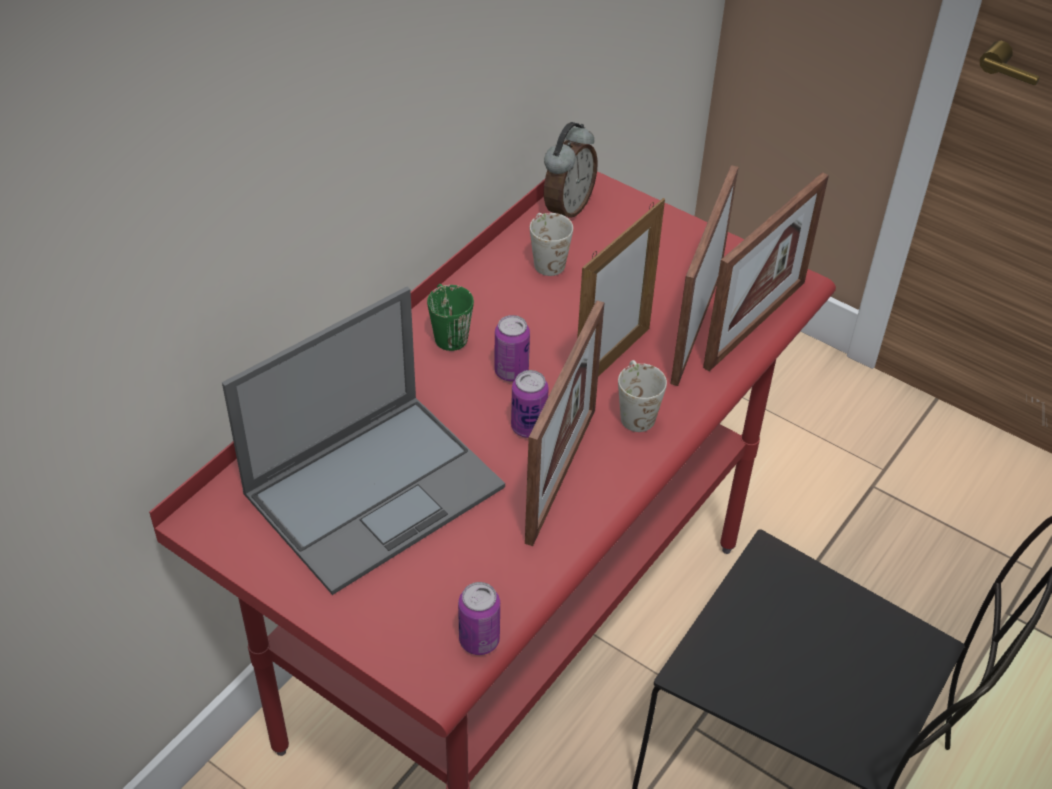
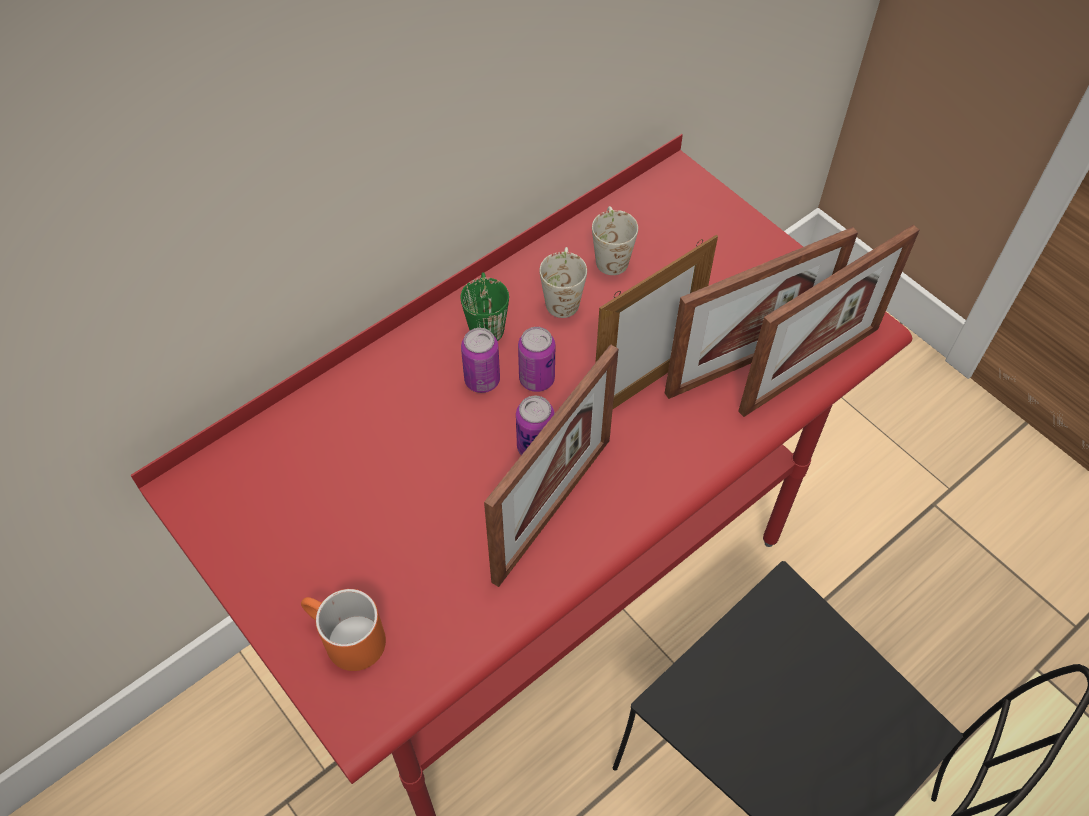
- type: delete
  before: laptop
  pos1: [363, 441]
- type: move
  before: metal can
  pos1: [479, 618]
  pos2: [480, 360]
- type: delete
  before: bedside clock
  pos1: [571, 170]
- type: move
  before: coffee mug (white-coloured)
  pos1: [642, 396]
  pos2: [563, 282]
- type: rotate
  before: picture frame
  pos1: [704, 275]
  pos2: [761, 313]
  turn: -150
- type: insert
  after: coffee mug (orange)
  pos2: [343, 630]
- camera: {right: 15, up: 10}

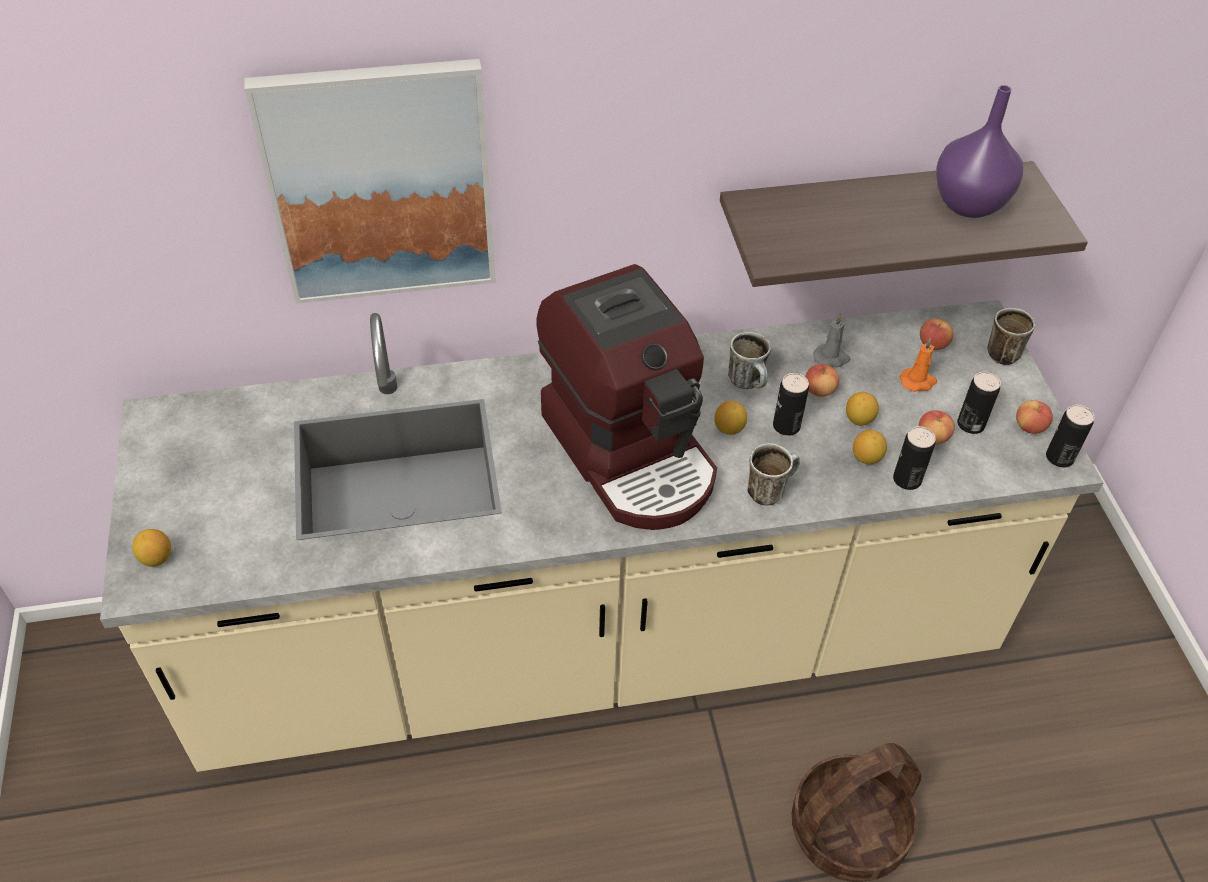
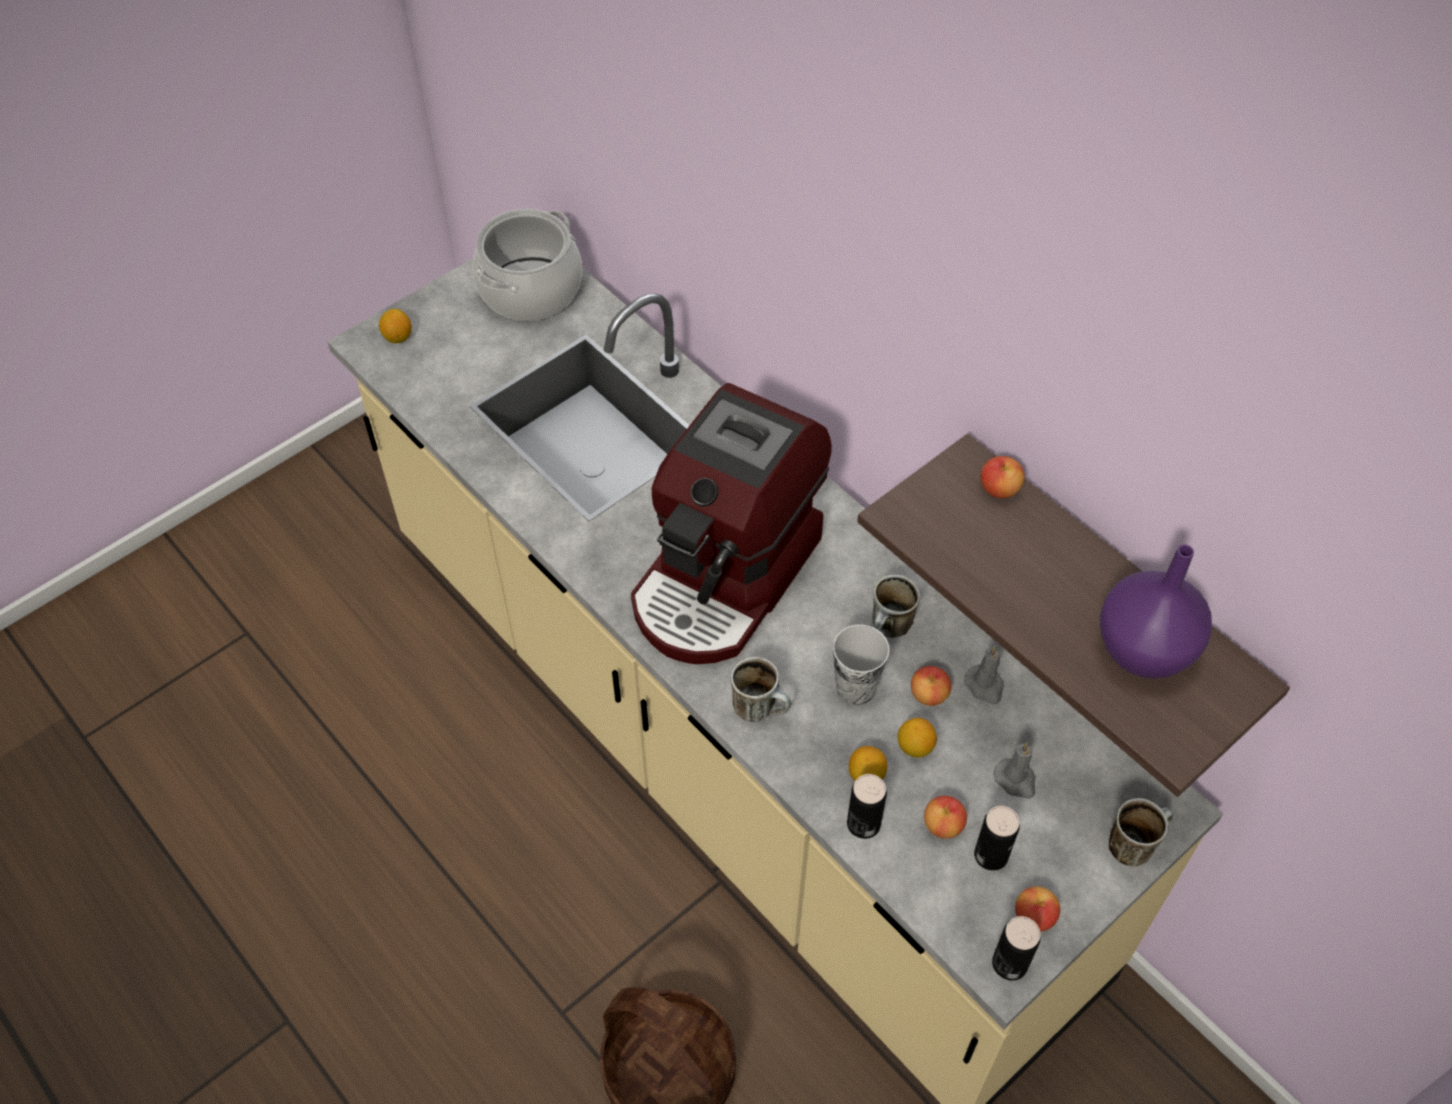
- type: delete
  before: wall picture
  pos1: [370, 181]
- type: delete
  before: lemon
  pos1: [730, 418]
- type: replace
  before: metal can
  after: small cup
  pos1: [791, 404]
  pos2: [861, 665]
- type: recolor
  before: wax candle (orange)
  after: wax candle (greyish)
  pos1: [918, 365]
  pos2: [1015, 770]
- type: move
  before: whole apple
  pos1: [937, 334]
  pos2: [1002, 477]
- type: insert
  after: stockpot
  pos2: [527, 265]
- camera: {right: 60, up: 5}

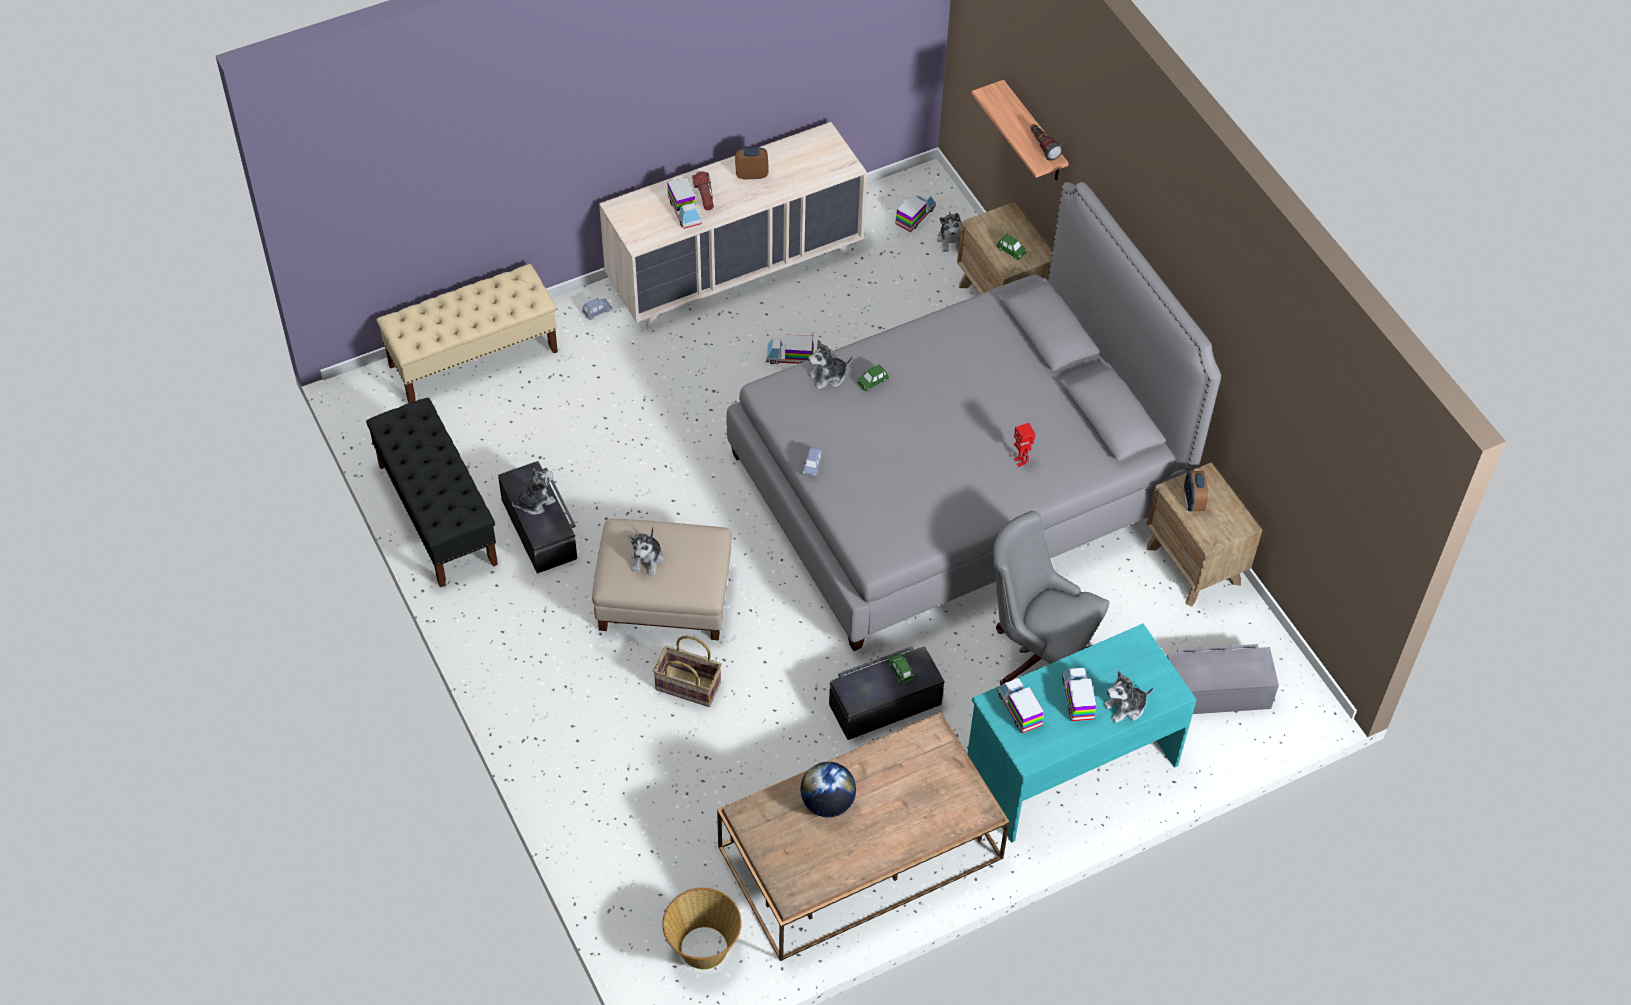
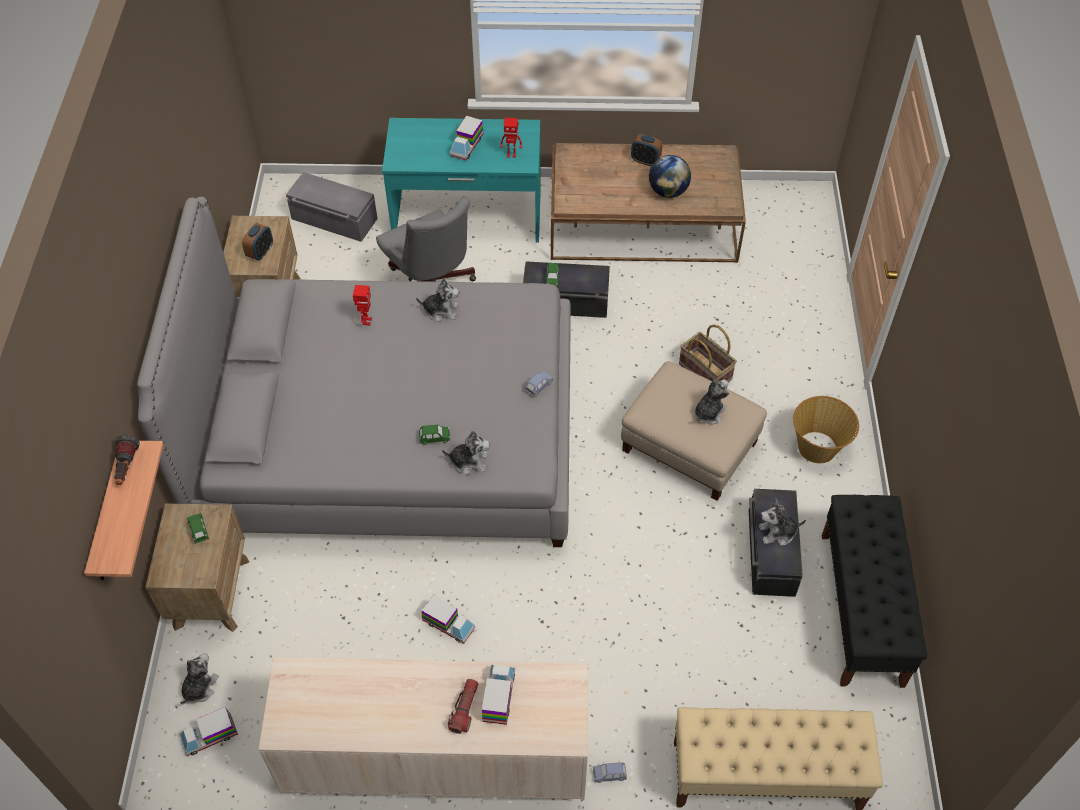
- type: move
  before: storage basket
  pos1: [702, 928]
  pos2: [826, 429]
- type: move
  before: bedside clock
  pos1: [751, 164]
  pos2: [646, 150]
- type: replace
  before: toy lorry
  after: model robot
  pos1: [1020, 705]
  pos2: [511, 138]
- type: move
  before: soft toy
  pos1: [1128, 696]
  pos2: [437, 300]
- camera: {right: -150, up: 0}

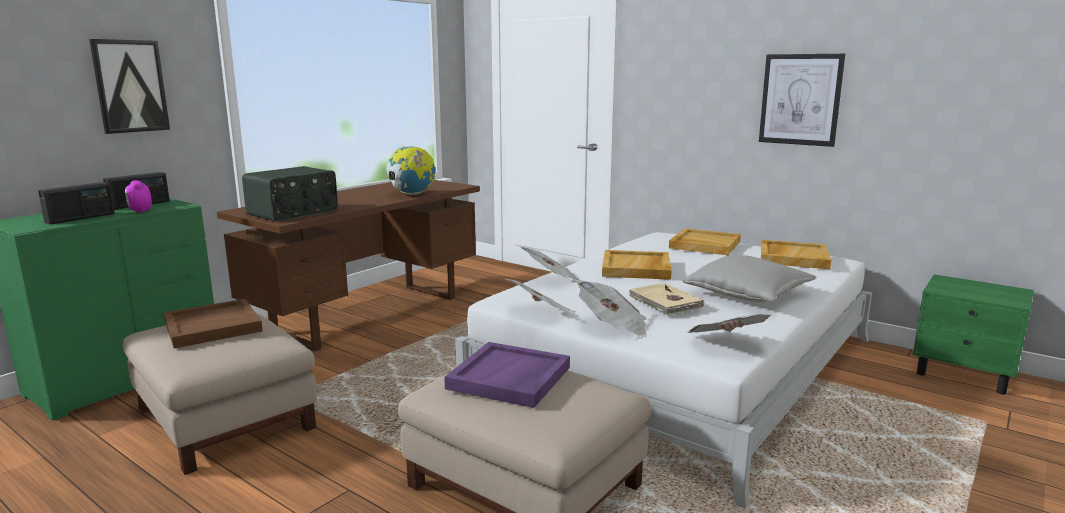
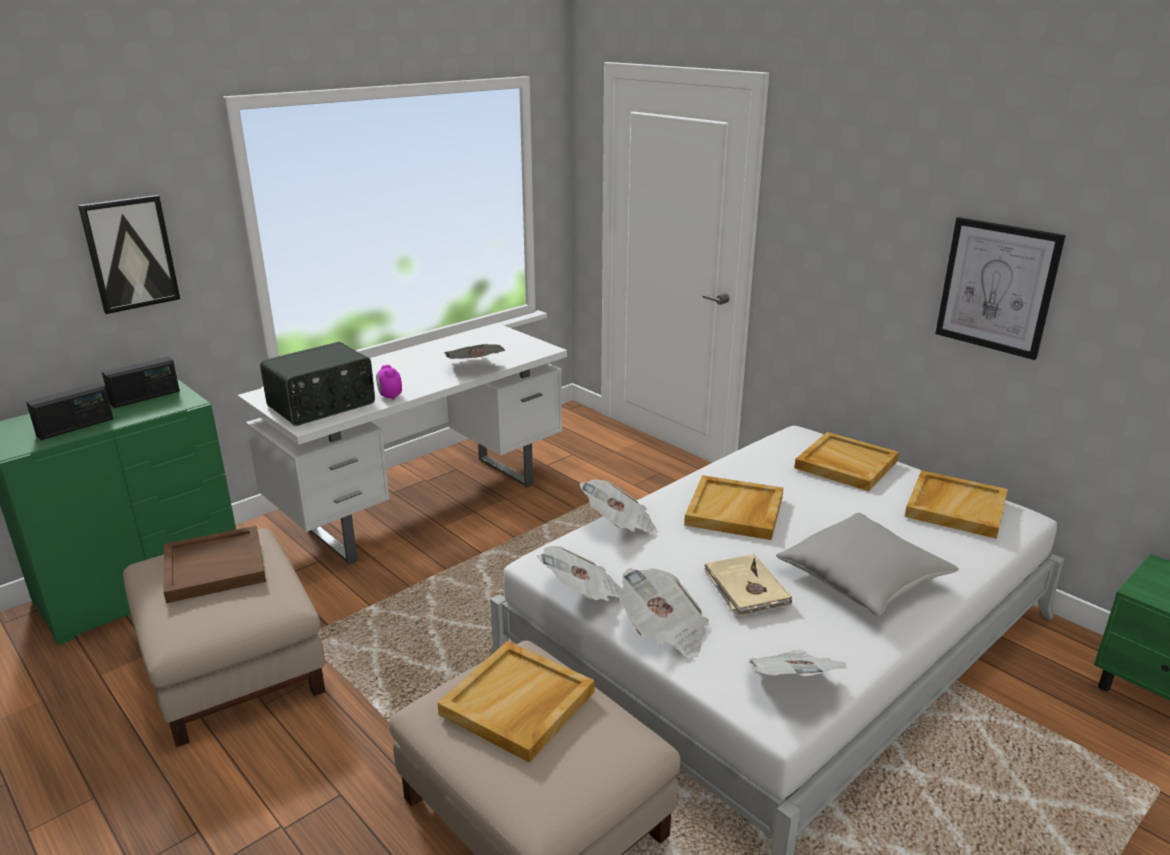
- type: move
  before: bedside clock
  pos1: [138, 196]
  pos2: [389, 382]
- type: recolor
  before: desk unit (brown-coloured)
  after: desk unit (white-coloured)
  pos1: [348, 266]
  pos2: [402, 443]
- type: replace
  before: desk globe
  after: newspaper
  pos1: [411, 170]
  pos2: [474, 351]
- type: recolor
  before: tray (purplish)
  after: tray (sand-coloured)
  pos1: [507, 375]
  pos2: [516, 702]
- camera: {right: 10, up: 10}

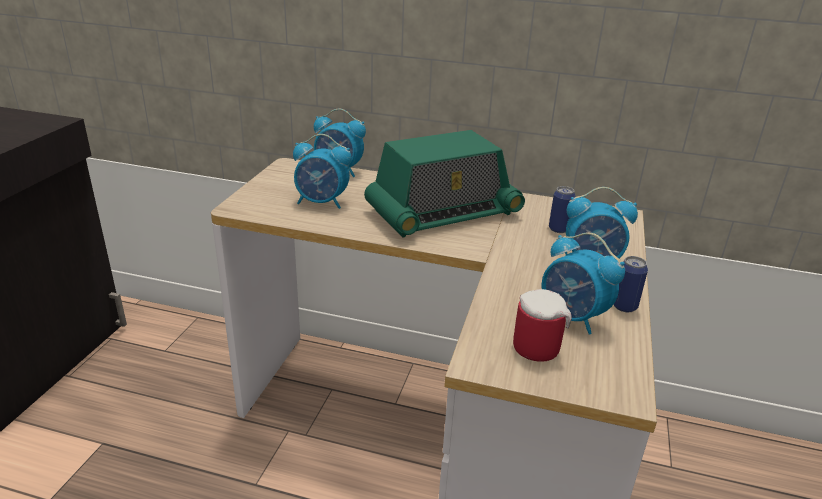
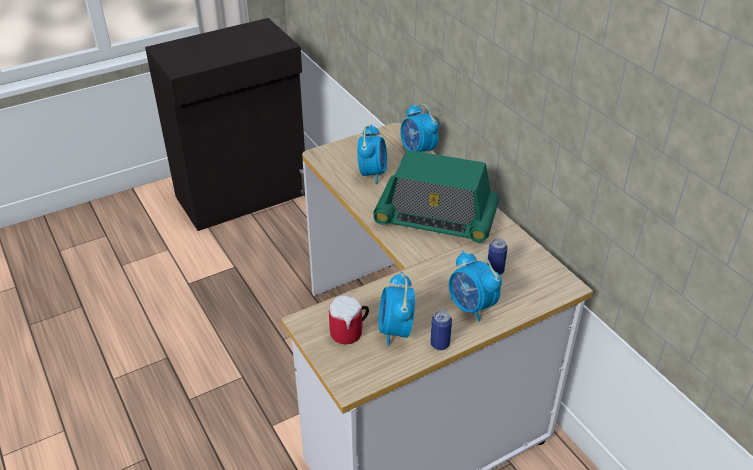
- type: rotate
  before: bedside clock
  pos1: [322, 171]
  pos2: [372, 154]
  turn: -135
- camera: {right: 45, up: 10}

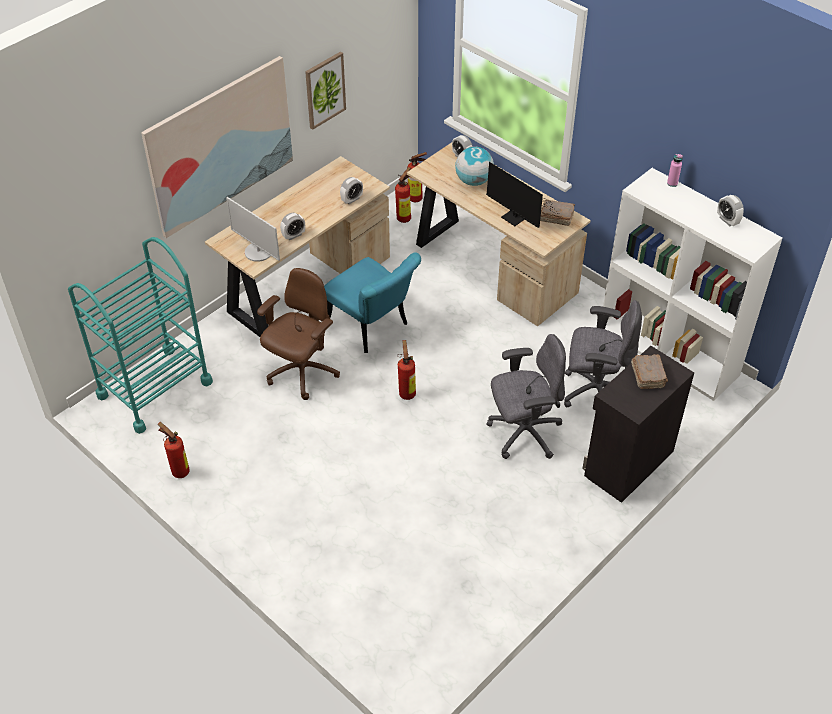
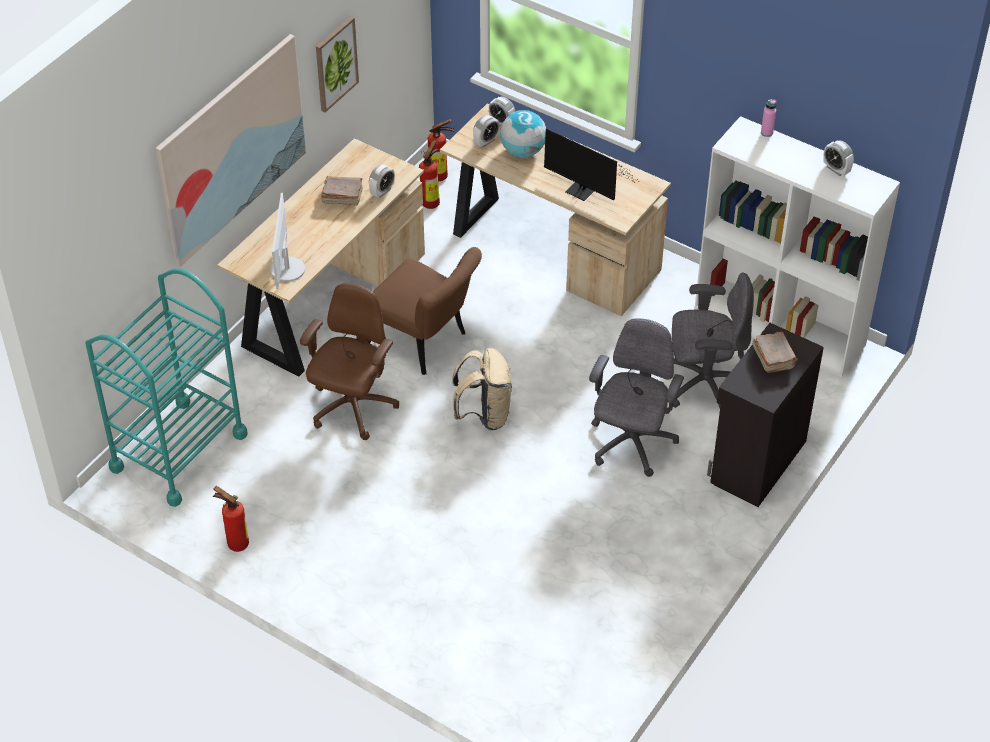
- type: rotate
  before: computer display
  pos1: [253, 229]
  pos2: [287, 241]
  turn: 60
- type: move
  before: bedside clock
  pos1: [292, 226]
  pos2: [486, 131]
- type: recolor
  before: plain chair (turquoise)
  after: plain chair (brown-coloured)
  pos1: [372, 302]
  pos2: [425, 311]
- type: replace
  before: fire-fighting cylinder
  after: knapsack (sand-coloured)
  pos1: [407, 370]
  pos2: [482, 389]
- type: rotate
  before: computer chair (greyish)
  pos1: [526, 396]
  pos2: [636, 398]
  turn: -45
- type: move
  before: bound book (brown-coloured)
  pos1: [557, 212]
  pos2: [342, 190]
- camera: {right: -10, up: 0}

